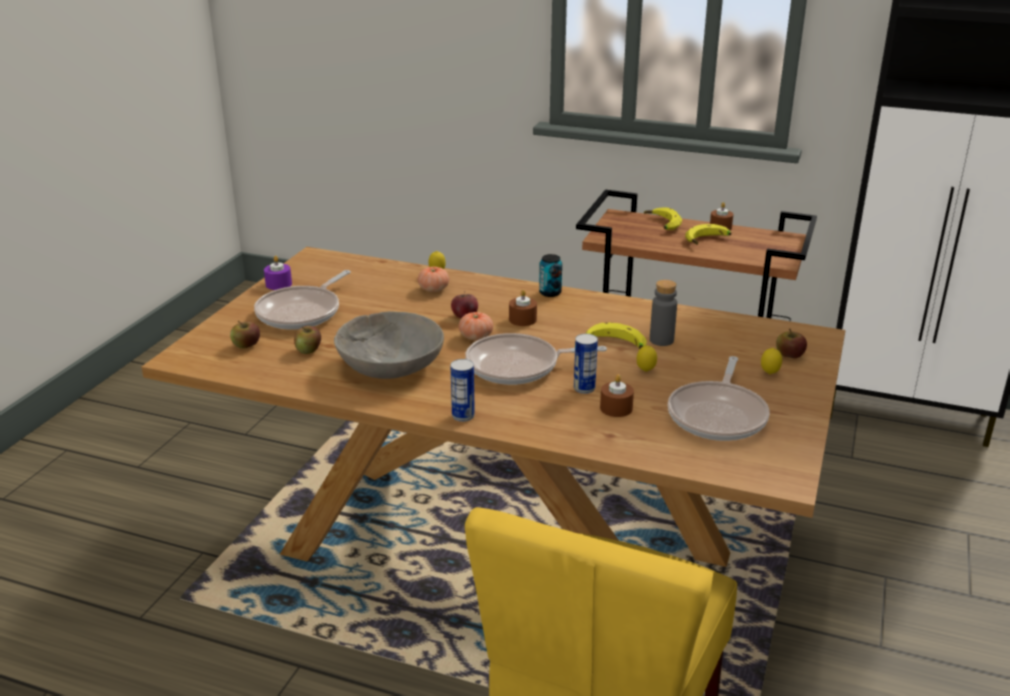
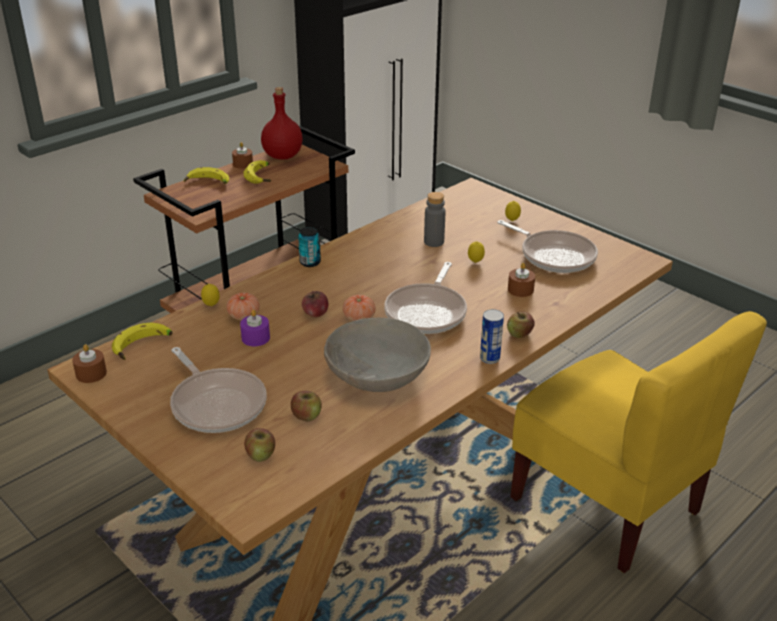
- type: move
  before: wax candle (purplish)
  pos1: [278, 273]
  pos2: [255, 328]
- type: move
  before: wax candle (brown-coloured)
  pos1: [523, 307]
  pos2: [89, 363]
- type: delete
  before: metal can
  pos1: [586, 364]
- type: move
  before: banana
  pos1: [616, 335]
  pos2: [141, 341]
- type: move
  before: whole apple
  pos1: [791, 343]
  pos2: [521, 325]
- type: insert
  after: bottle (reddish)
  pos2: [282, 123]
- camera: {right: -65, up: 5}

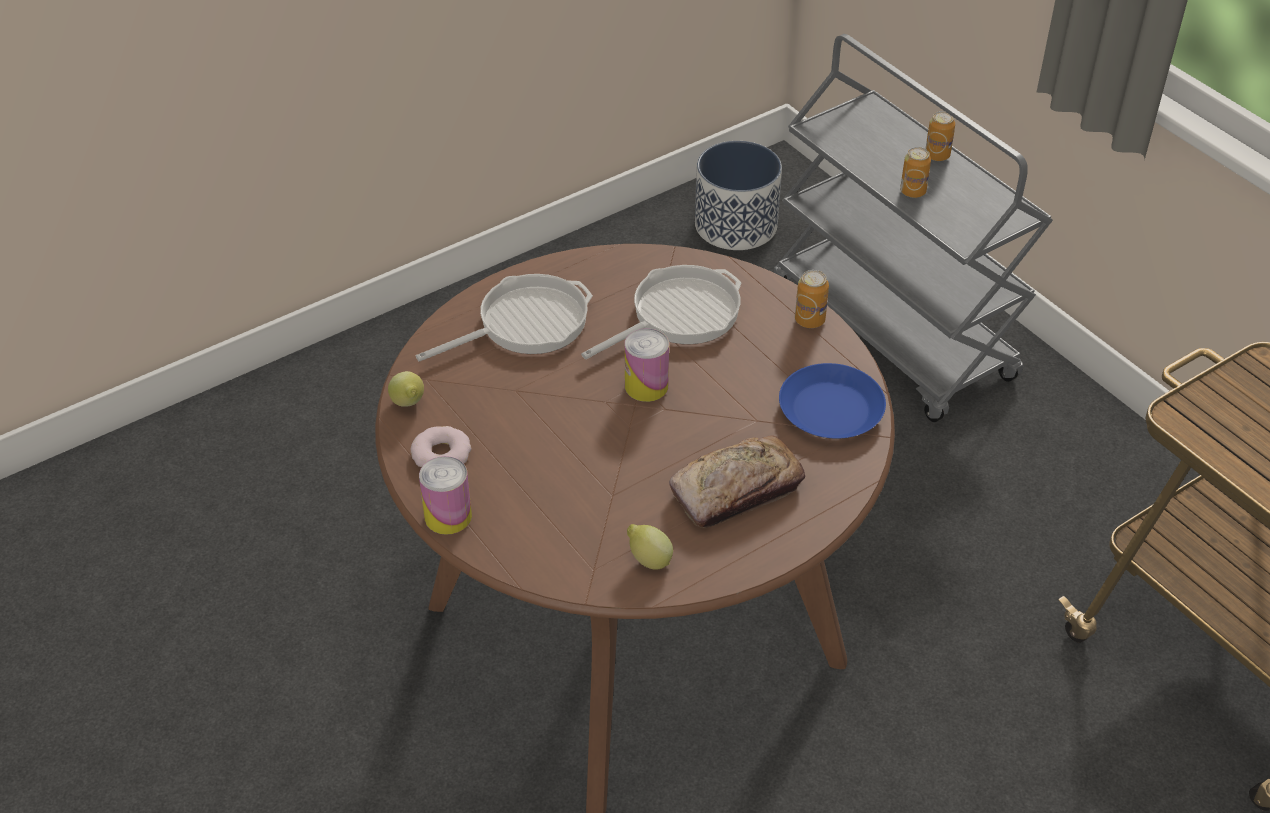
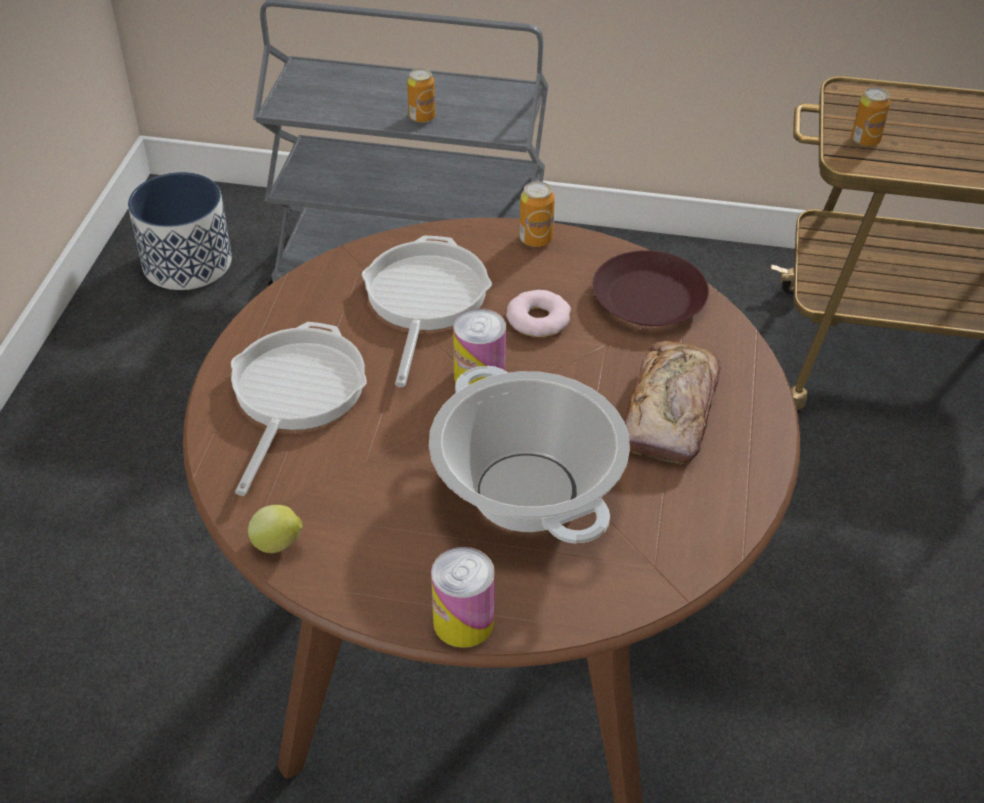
- type: move
  before: doughnut
  pos1: [441, 446]
  pos2: [538, 313]
- type: delete
  before: lemon
  pos1: [650, 546]
- type: recolor
  before: dinner plate (blue)
  after: dinner plate (brown-coloured)
  pos1: [832, 401]
  pos2: [651, 288]
- type: move
  before: metal can
  pos1: [940, 136]
  pos2: [870, 117]
- type: insert
  after: stockpot
  pos2: [529, 454]
- camera: {right: -45, up: 0}

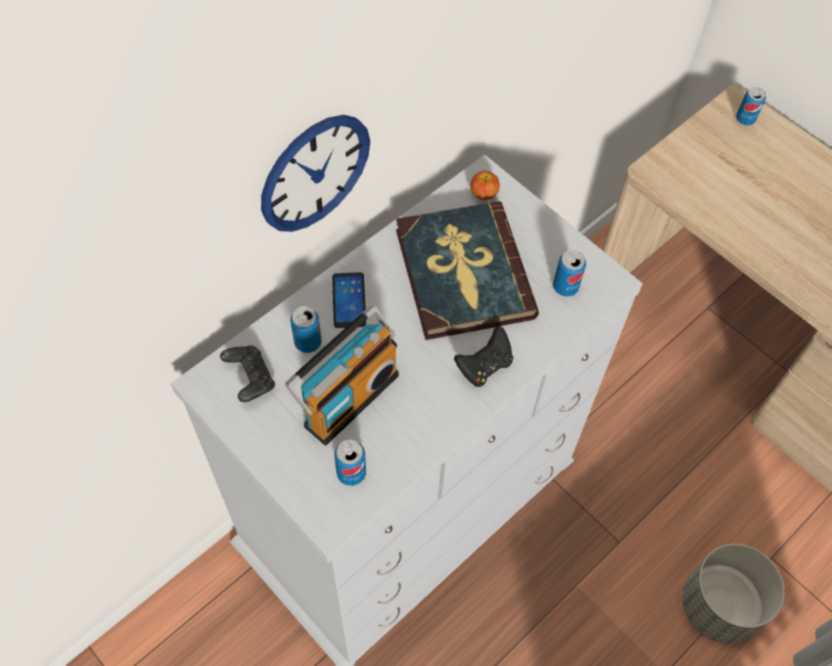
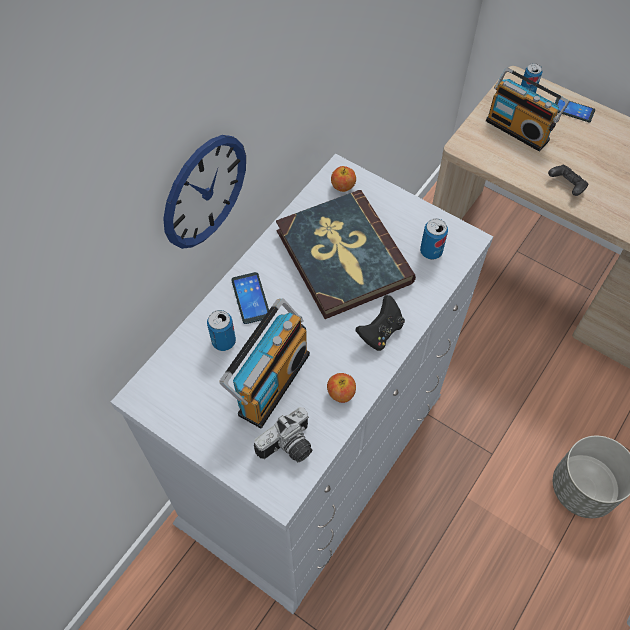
- type: move
  before: game controller (black)
  pos1: [247, 373]
  pos2: [568, 180]
- type: replace
  before: metal can
  after: still camera
  pos1: [350, 463]
  pos2: [283, 434]
- type: insert
  after: whole apple
  pos2: [341, 388]
- type: insert
  after: radio receiver
  pos2: [527, 110]
- type: insert
  after: phone
  pos2: [575, 110]
- camera: {right: -10, up: 0}

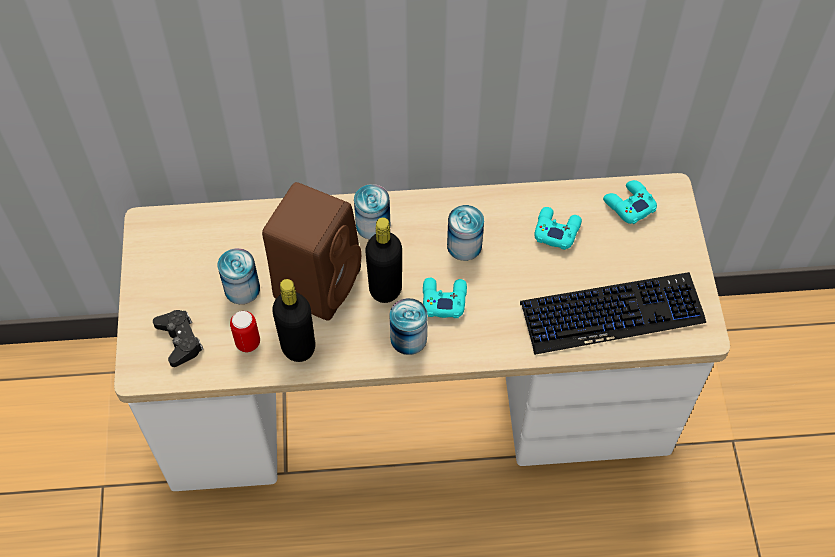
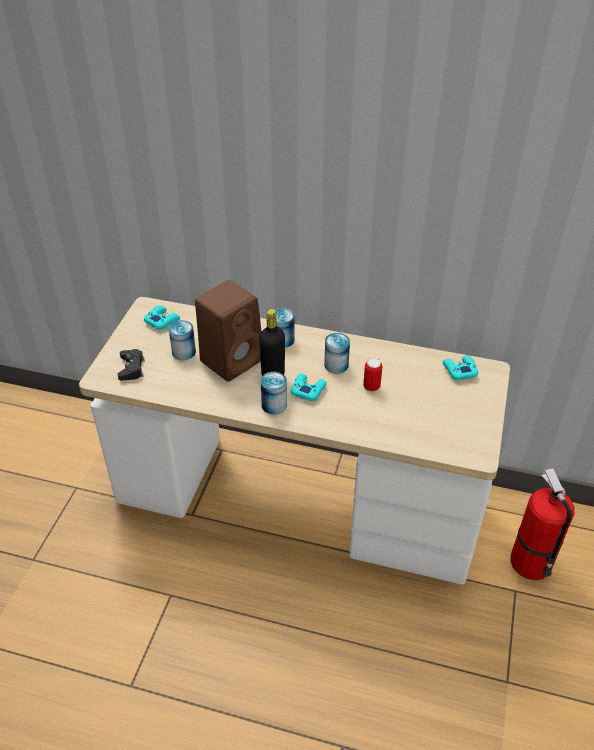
- type: move
  before: metal can
  pos1: [245, 331]
  pos2: [372, 374]
- type: delete
  before: bottle (black)
  pos1: [293, 320]
- type: delete
  before: computer keyboard
  pos1: [613, 313]
- type: move
  before: game controller (turquoise)
  pos1: [558, 228]
  pos2: [162, 317]
- type: insert
  after: fire-fighting cylinder
  pos2: [542, 524]
- camera: {right: 20, up: -15}

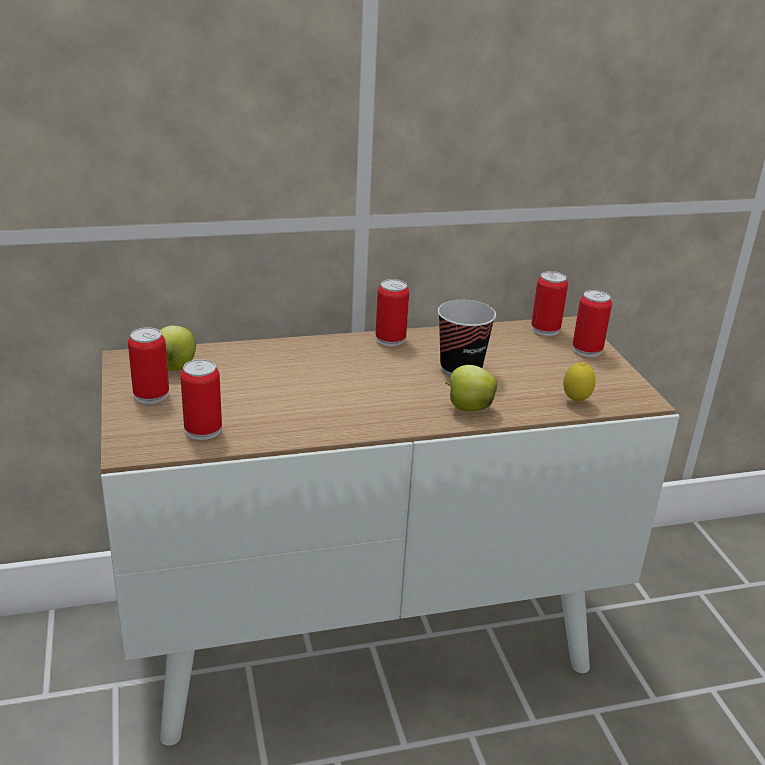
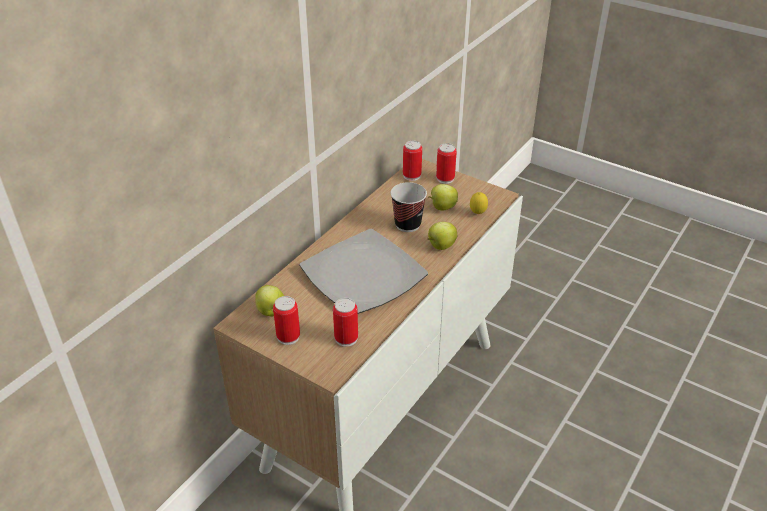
- type: delete
  before: metal can
  pos1: [392, 313]
- type: insert
  after: dinner plate
  pos2: [364, 271]
- type: insert
  after: whole apple
  pos2: [443, 197]
- camera: {right: -40, up: 10}

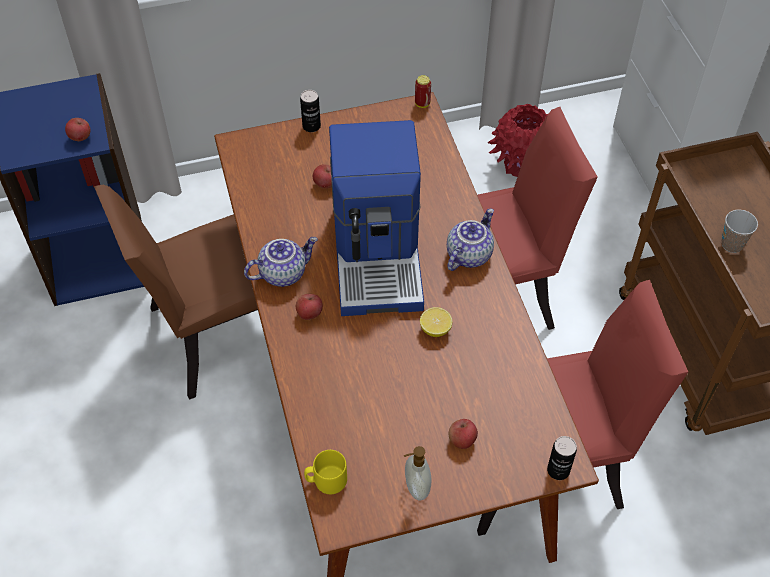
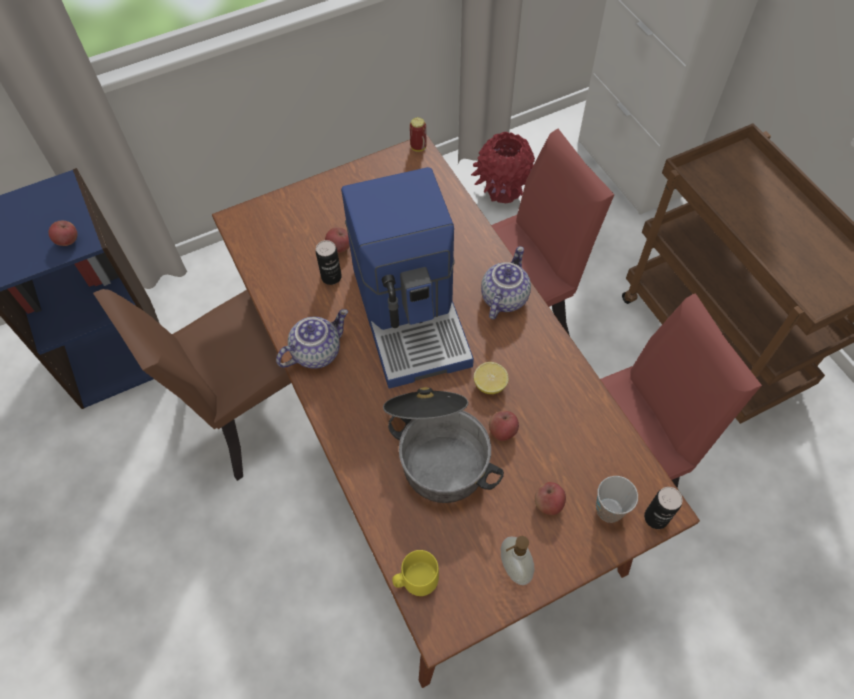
- type: move
  before: whole apple
  pos1: [309, 307]
  pos2: [504, 426]
- type: move
  before: metal can
  pos1: [310, 111]
  pos2: [329, 262]
- type: move
  before: small cup
  pos1: [740, 231]
  pos2: [617, 499]
- type: insert
  after: stockpot
  pos2: [443, 445]
- camera: {right: -10, up: 5}

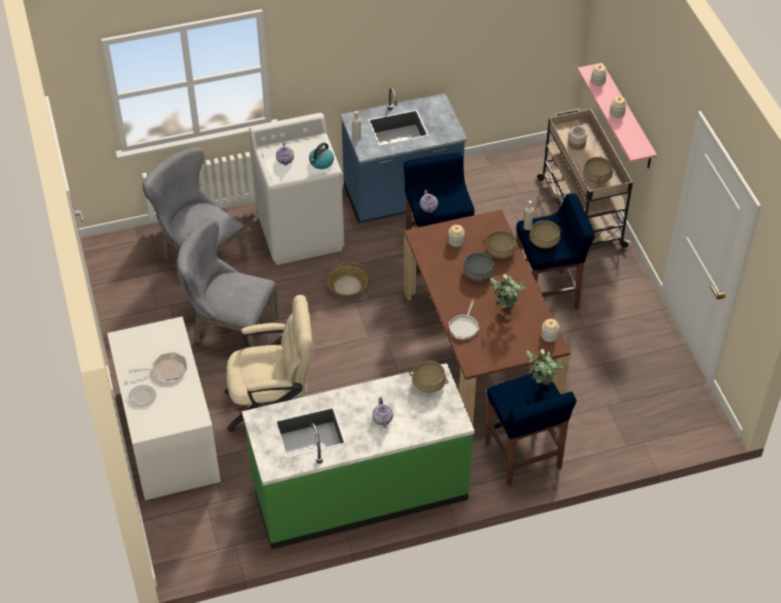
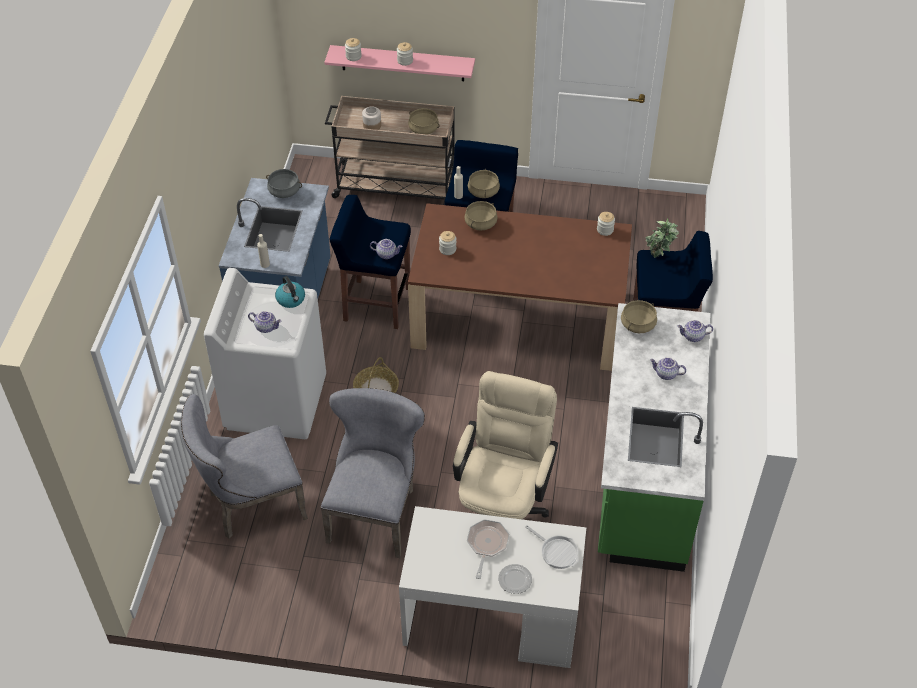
- type: rotate
  before: plain chair (greyish)
  pos1: [227, 282]
  pos2: [373, 473]
  turn: 150
- type: move
  before: pan
  pos1: [464, 319]
  pos2: [552, 547]
- type: move
  before: stockpot (greyish)
  pos1: [479, 266]
  pos2: [284, 183]
- type: delete
  before: houseplant
  pos1: [508, 291]
- type: insert
  after: pot for tea
  pos2: [695, 331]
- camera: {right: -65, up: 0}

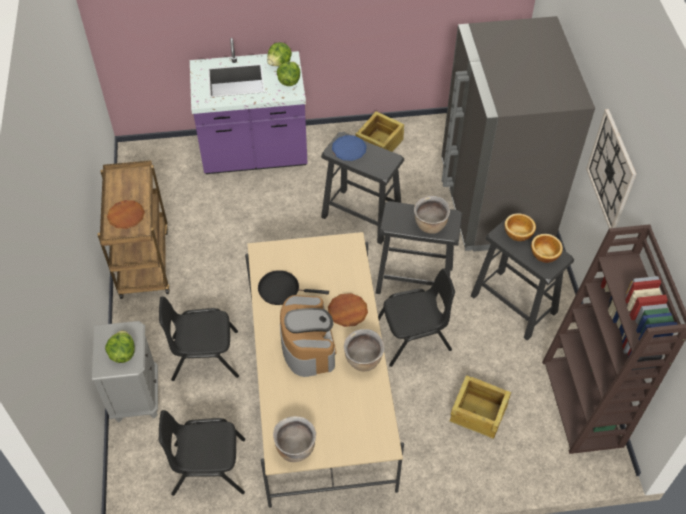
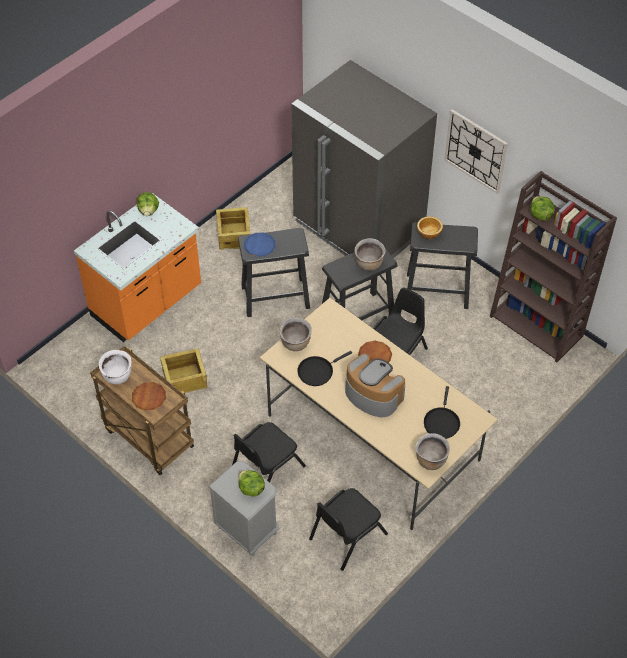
- type: recolor
  before: kitchen counter (purplish)
  after: kitchen counter (orange)
  pos1: [249, 106]
  pos2: [137, 268]
- type: move
  before: lettuce head
  pos1: [288, 74]
  pos2: [542, 208]
- type: move
  before: stockpot (brown-coloured)
  pos1: [364, 350]
  pos2: [296, 334]
- type: move
  before: crate
  pos1: [480, 407]
  pos2: [183, 370]
- type: delete
  before: bowl
  pos1: [547, 248]
- type: insert
  after: stockpot (white-coloured)
  pos2: [115, 367]
- type: insert
  after: pan (black)
  pos2: [442, 412]
- camera: {right: -40, up: 0}

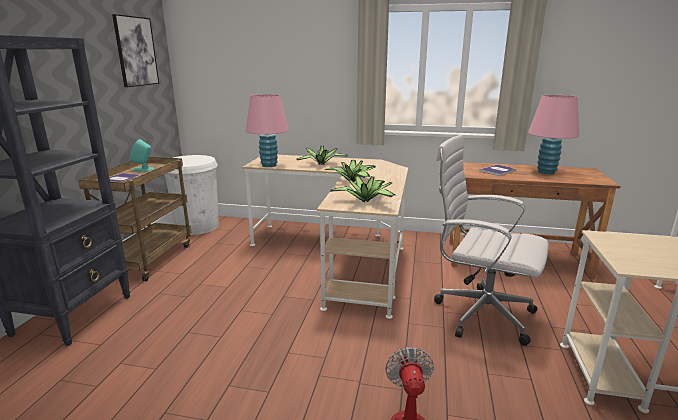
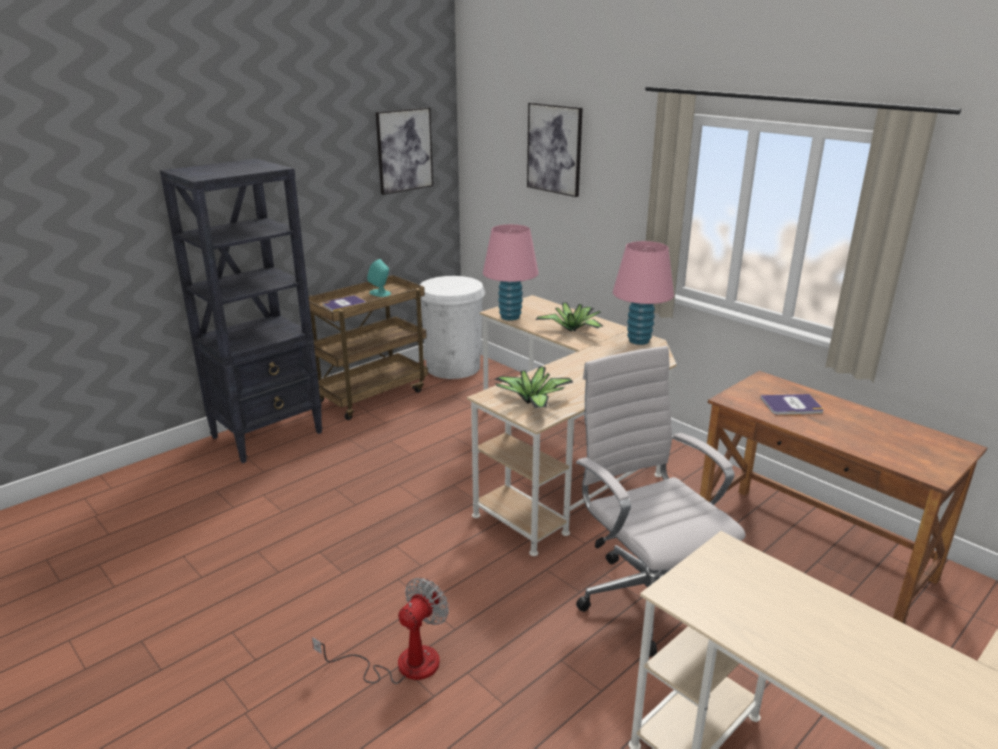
- type: delete
  before: houseplant
  pos1: [351, 171]
- type: move
  before: lamp for a table (pink)
  pos1: [553, 134]
  pos2: [643, 293]
- type: insert
  after: wall picture
  pos2: [555, 150]
- camera: {right: 35, up: 5}

